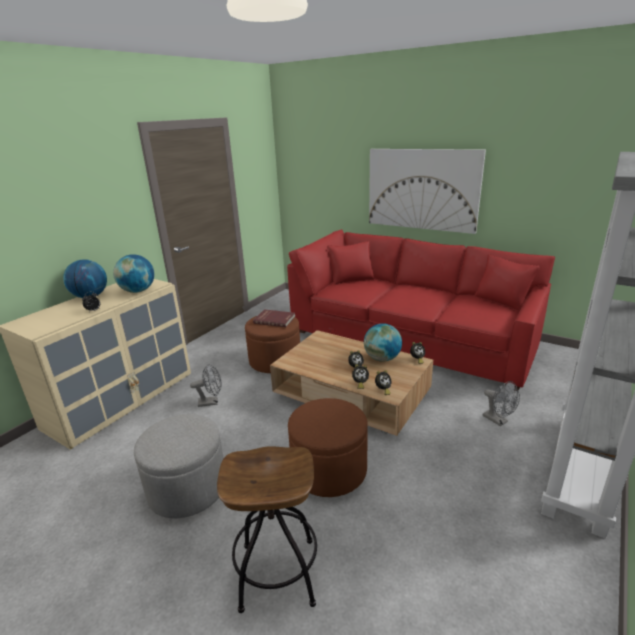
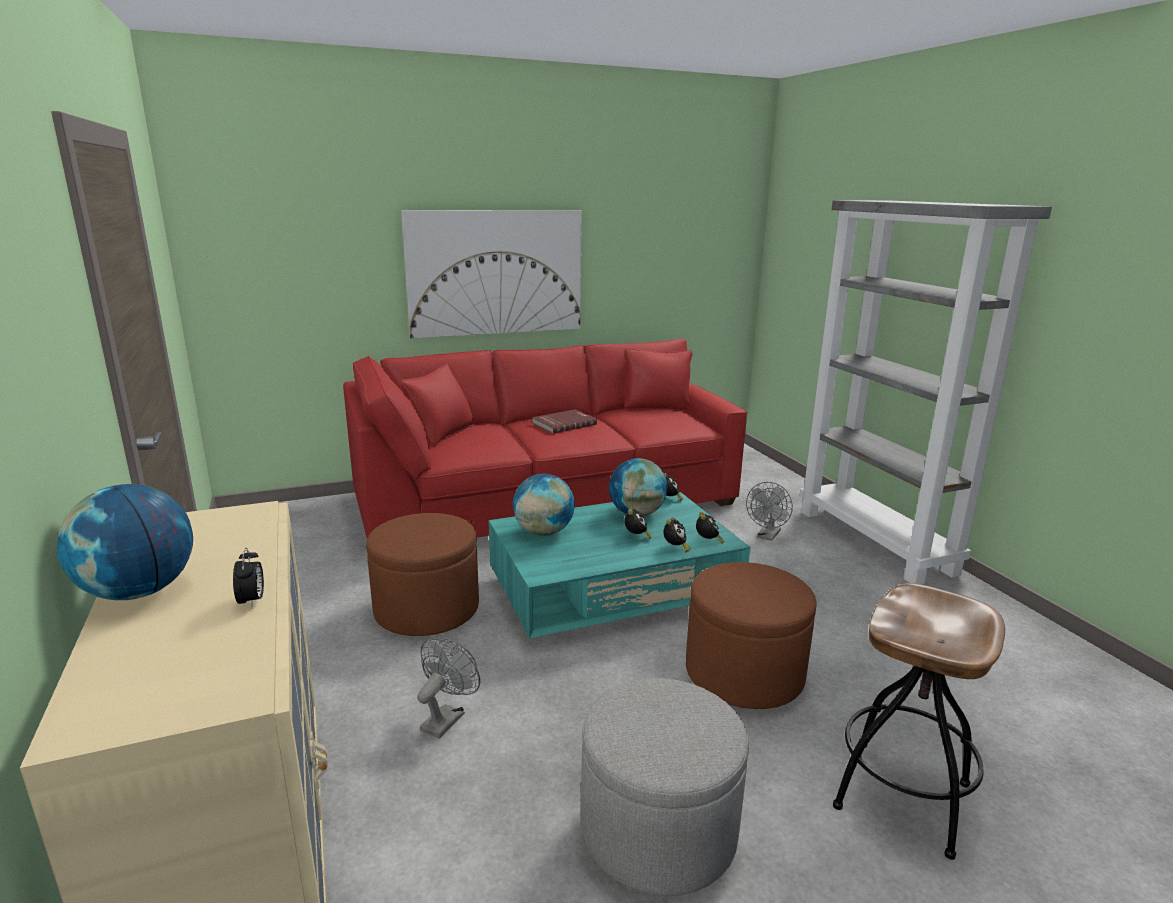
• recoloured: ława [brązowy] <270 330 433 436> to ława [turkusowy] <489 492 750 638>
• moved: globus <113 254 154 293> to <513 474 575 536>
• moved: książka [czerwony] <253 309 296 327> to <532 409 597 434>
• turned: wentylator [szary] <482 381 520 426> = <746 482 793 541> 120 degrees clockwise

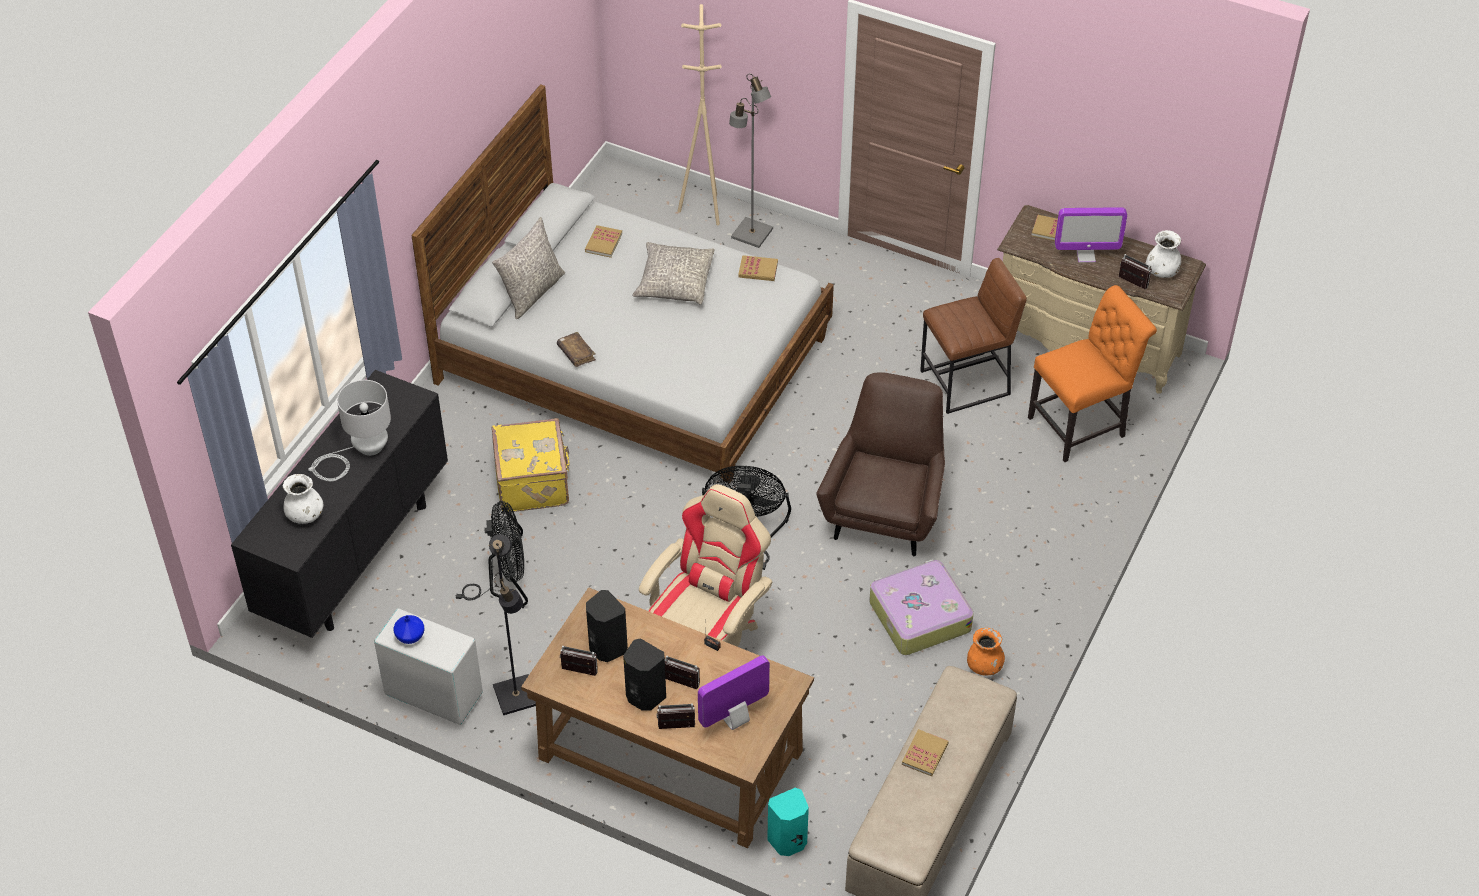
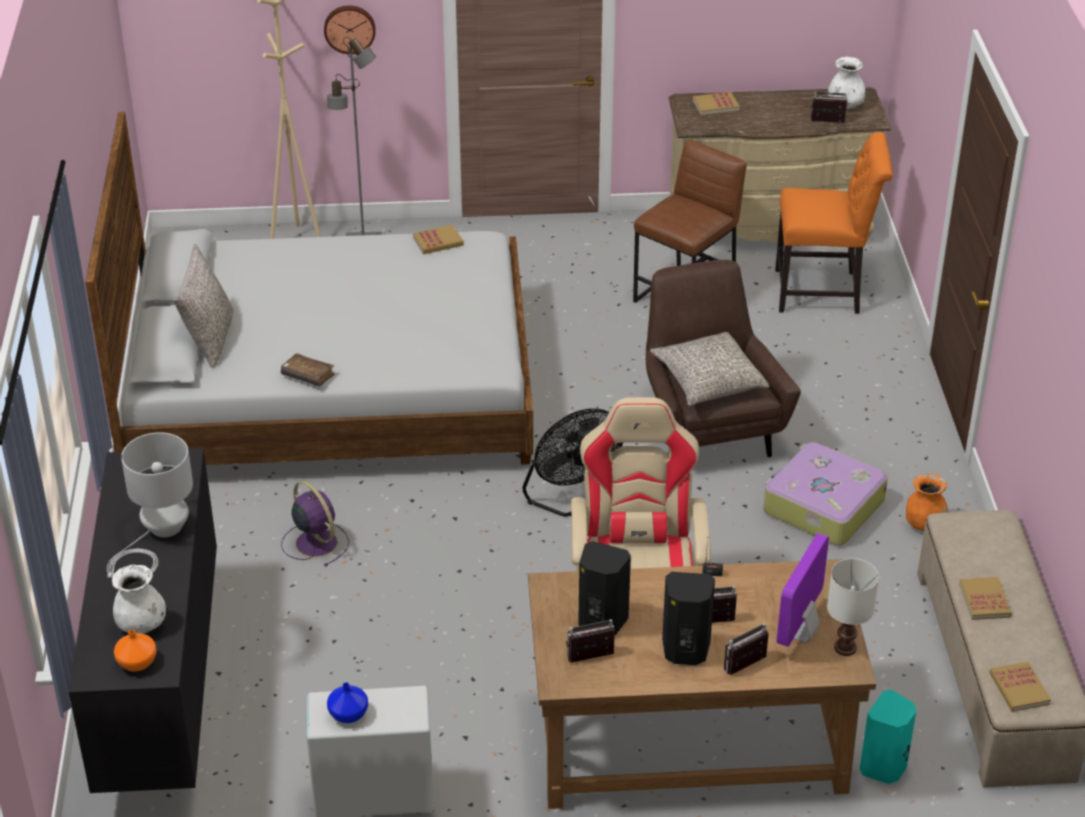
• added: wazon [pomarańczowy] <114 630 157 671>
• replaced: walizka [żółty] <492 418 570 513> to wentylator [fioletowy] <281 481 349 567>
• added: zegar ścienny <324 5 376 54>
• moved: poduszka [szary] <632 242 715 305> to <650 332 769 406>
• turned: krzesło [pomarańczowy] <1028 285 1157 462> = <775 132 893 314> 60 degrees clockwise
• added: lampa stołowa [biały] <827 558 879 656>
• moved: książka <585 225 622 258> to <989 662 1051 712>
• removed: wentylator [czarny] <455 501 528 608>
• removed: lampa stojąca [czarny] <488 534 536 715>
• removed: monitor <1055 208 1127 263>

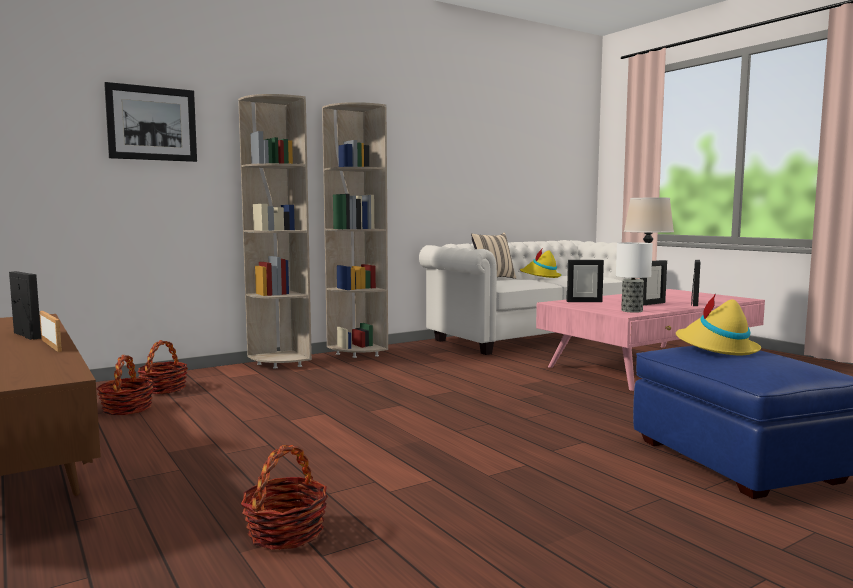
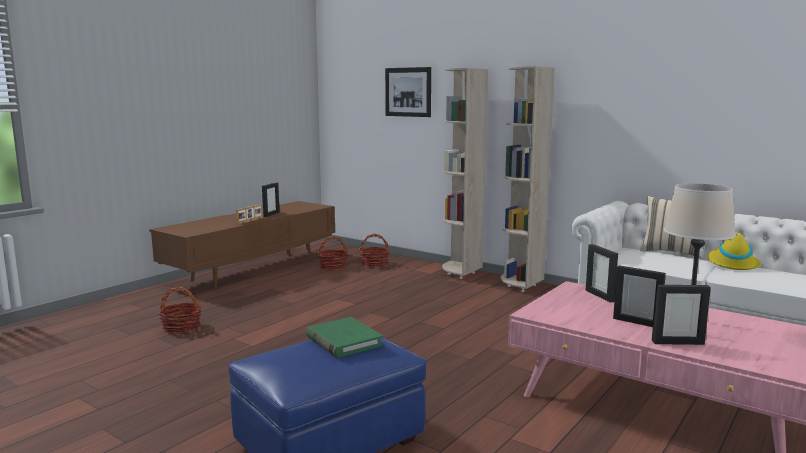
• replaced: kapelusz [żółty] <676 294 761 355> to książka [zielony] <306 317 383 358>
• removed: lampa stołowa <616 242 653 313>

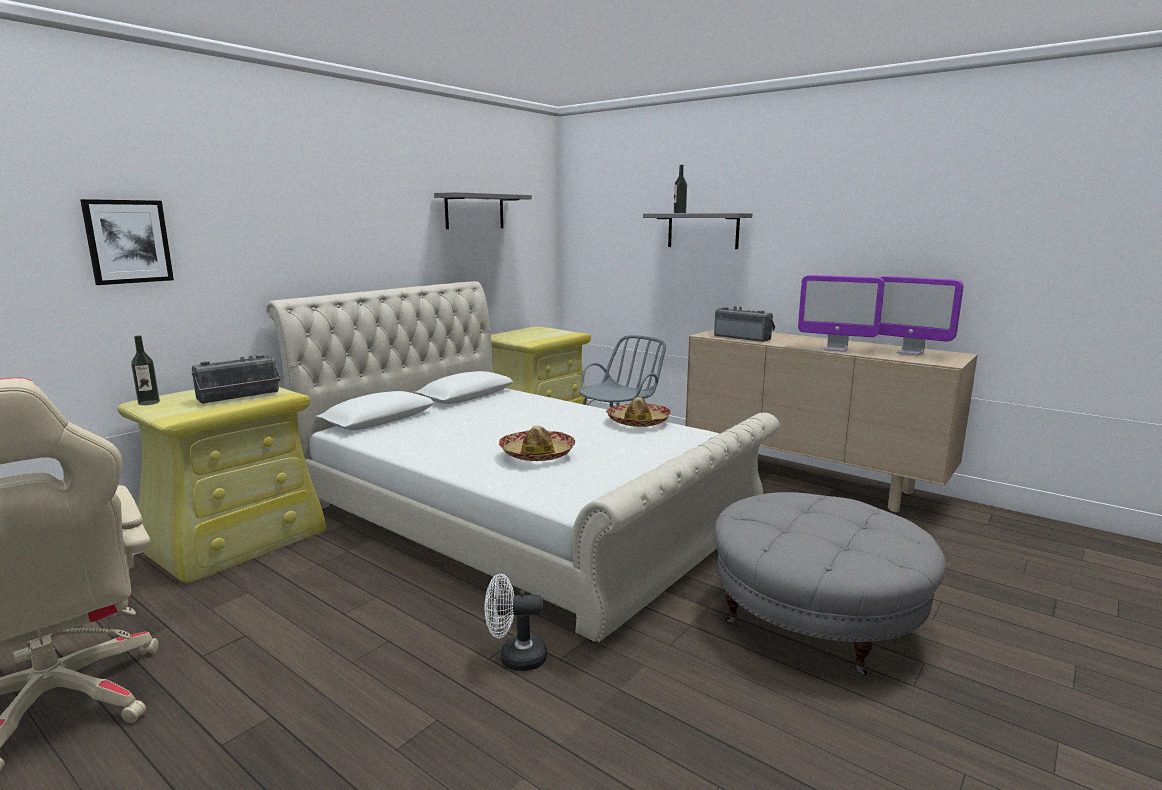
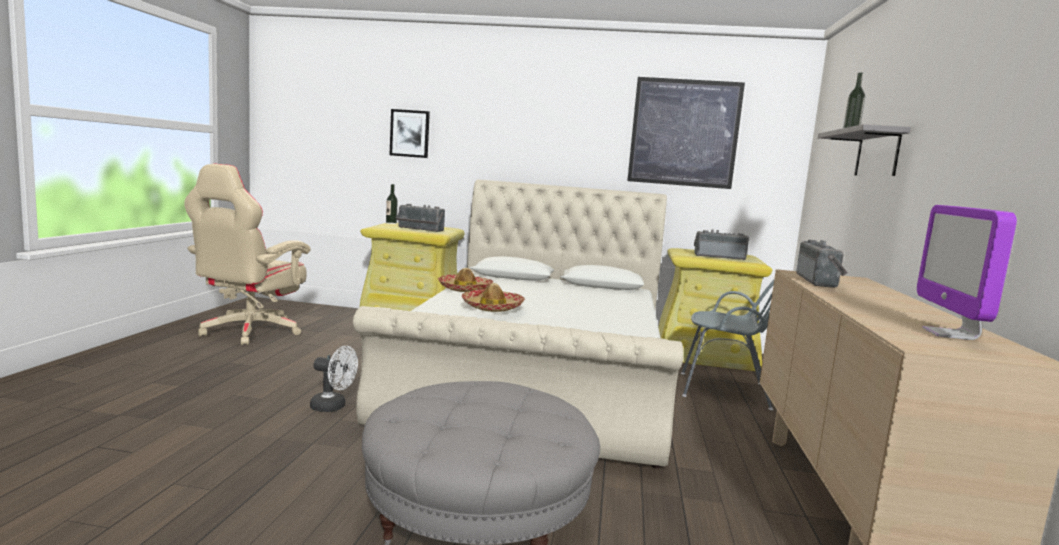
• turned: wentylator [biały] <485 574 547 671> = <310 346 358 412> 135 degrees clockwise
• moved: kapelusz <606 397 671 427> to <438 268 493 292>
• replaced: półka [szary] <434 192 532 229> to obraz <627 77 745 189>
• added: radio <694 230 749 260>
• removed: monitor <798 275 885 352>

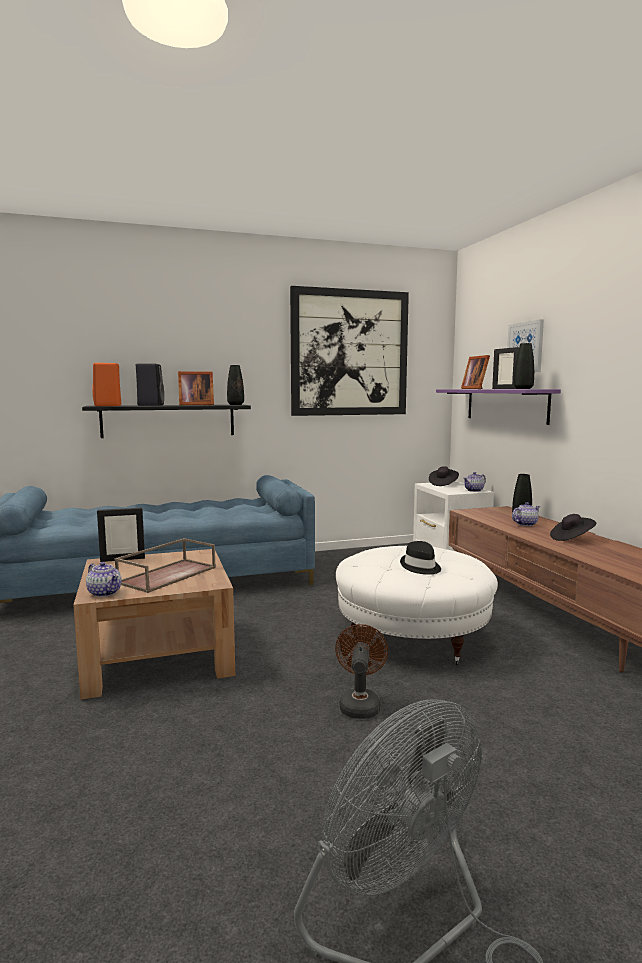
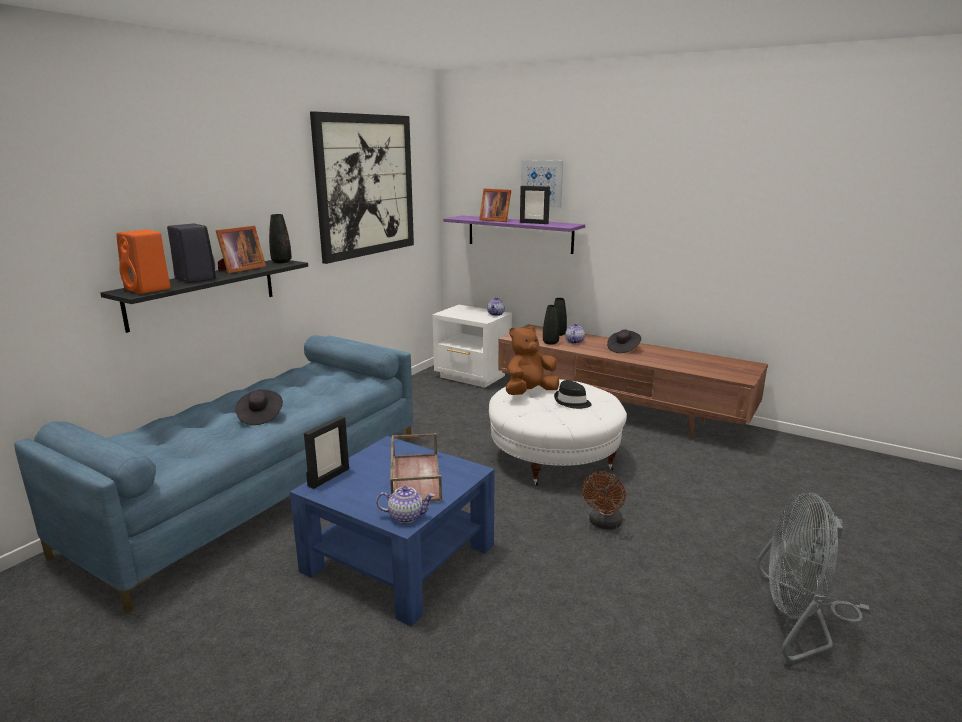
• moved: kapelusz [czarny] <429 466 459 486> to <236 389 283 425>
• recoloured: ława [brązowy] <73 549 235 700> to ława [niebieski] <290 436 495 626>
• added: pluszak [brązowy] <506 326 559 395>
• moved: wazon [czarny] <514 343 534 389> to <543 305 559 345>
• turned: wentylator [brązowy] <335 624 388 719> = <582 471 626 530> 120 degrees counterclockwise

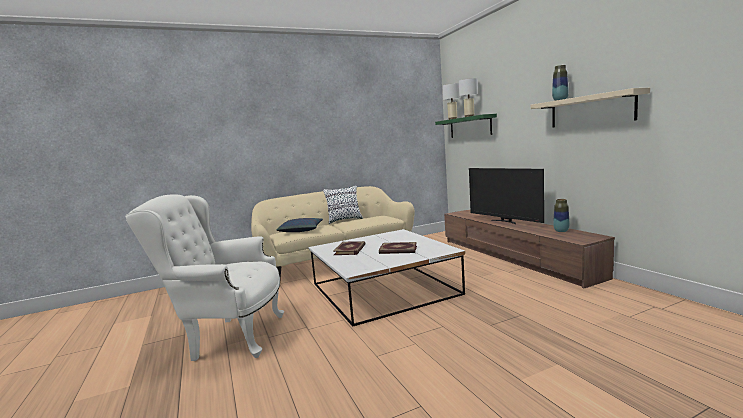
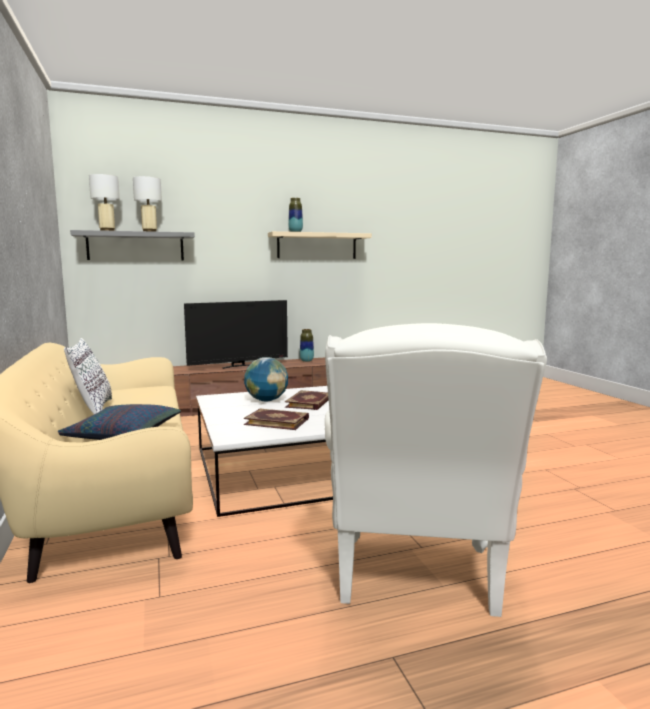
• recoloured: półka [zielony] <435 114 497 138> to półka [szary] <70 230 195 260>
• added: globus <244 357 288 402>

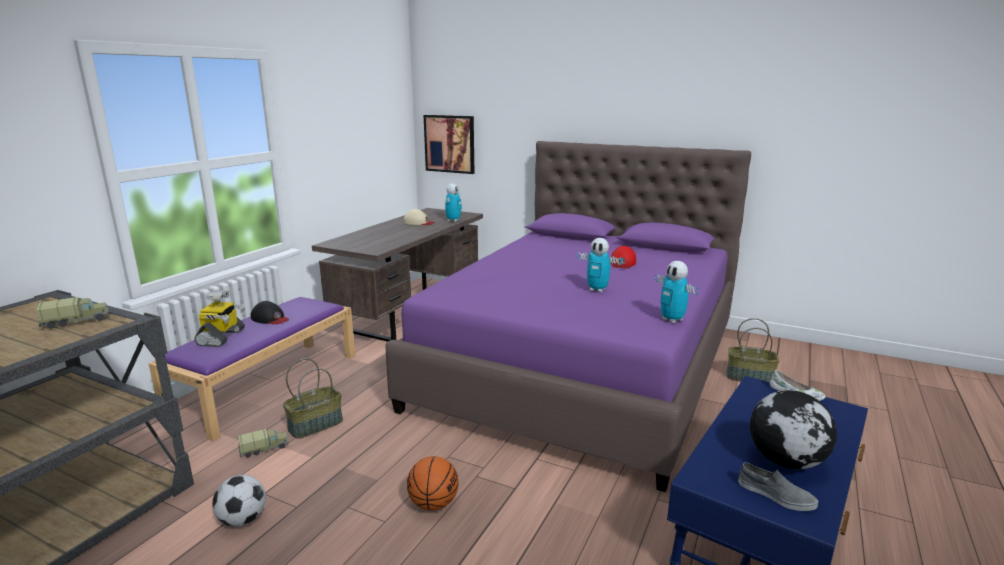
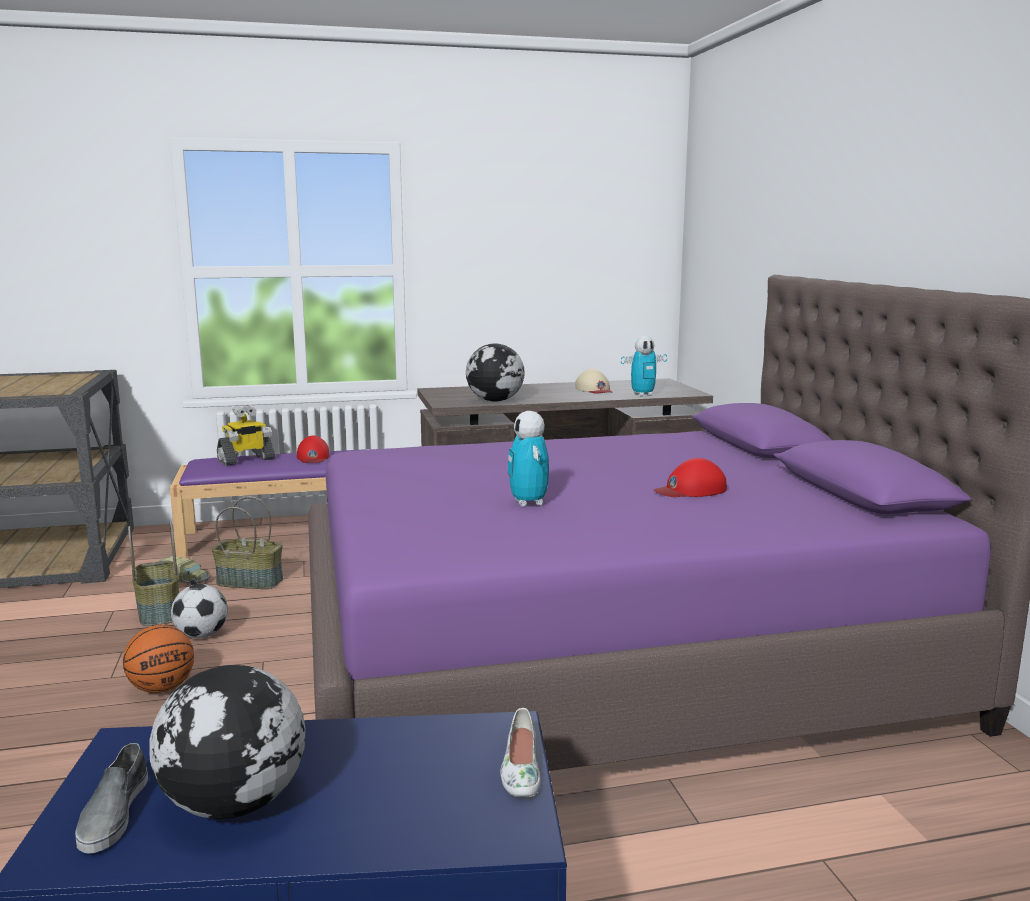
• moved: koszyk <726 318 780 382> to <128 521 179 626>
• moved: piłka futbolowa <212 475 266 527> to <171 584 228 638>
• recoloured: czapka z daszkiem [czarny] <251 301 289 324> to czapka z daszkiem [czerwony] <297 436 330 463>
• added: globus <466 343 525 402>
• removed: ciężarówka zabawkowa <37 297 109 329>
• removed: obraz <424 115 475 174>
• removed: robot zabawkowy <655 261 699 323>

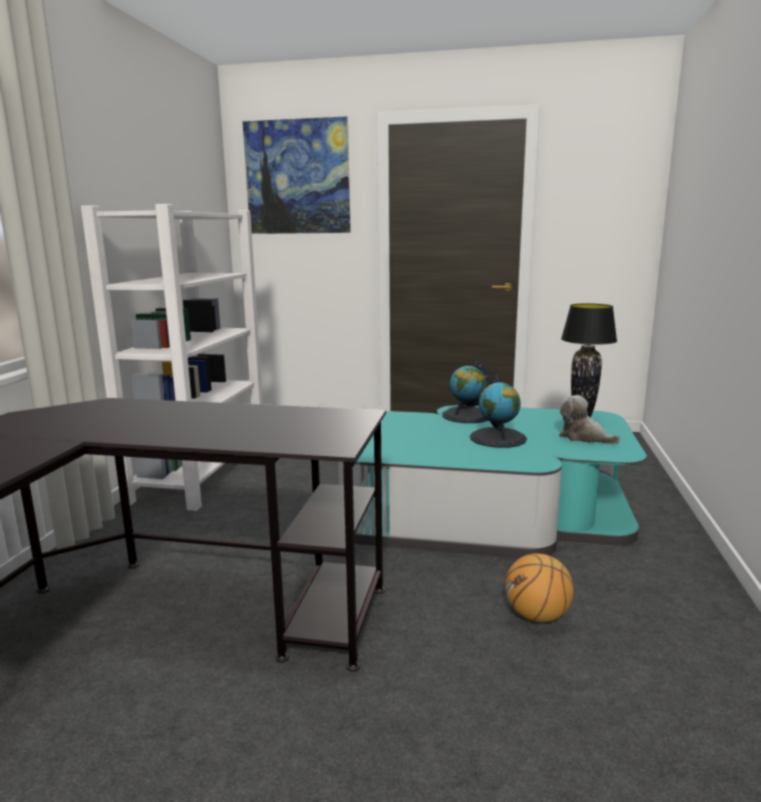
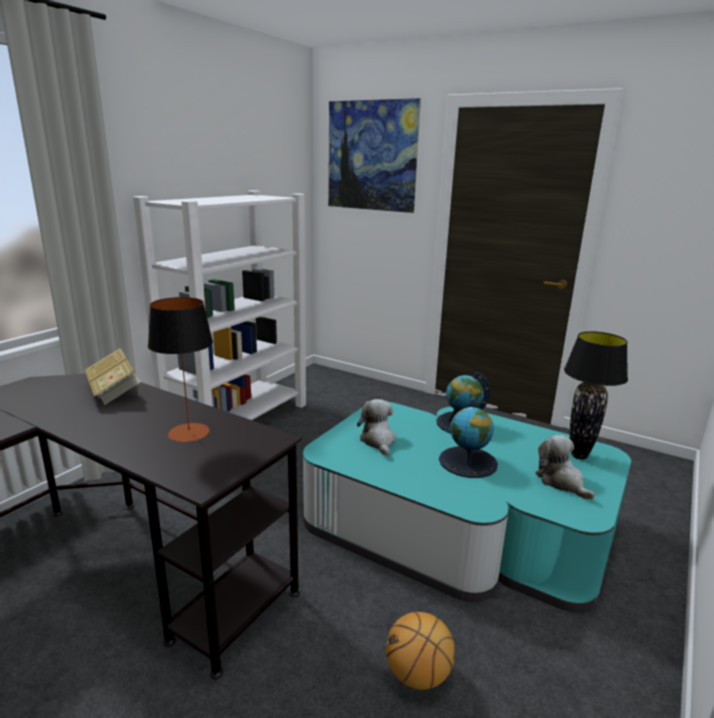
• added: książka <85 348 140 405>
• added: lampa stołowa <148 297 213 442>
• added: pluszak <357 399 396 456>

